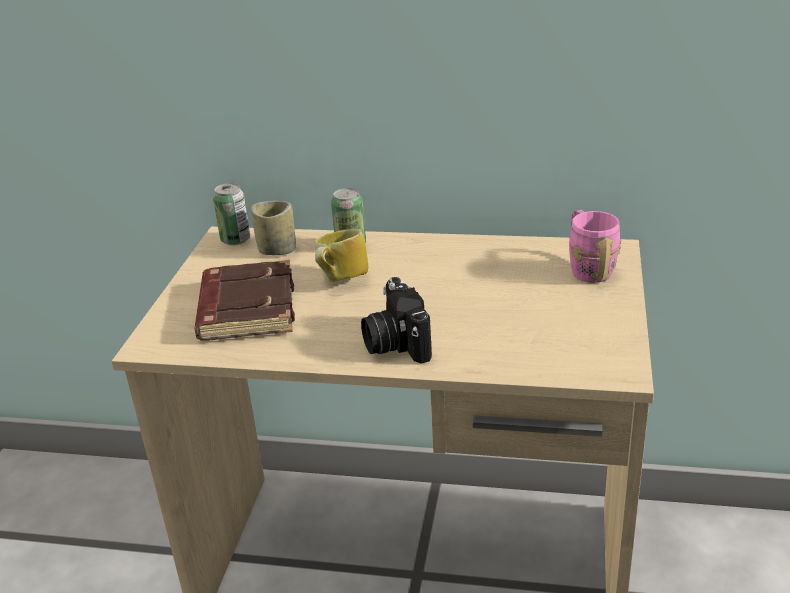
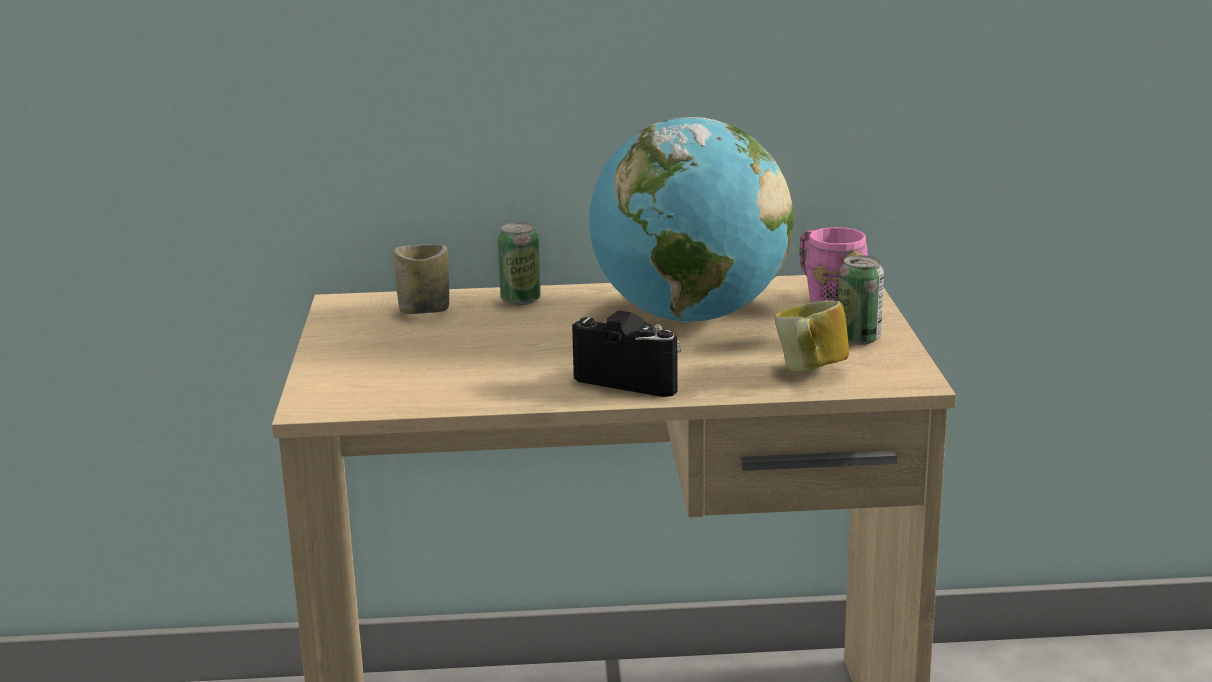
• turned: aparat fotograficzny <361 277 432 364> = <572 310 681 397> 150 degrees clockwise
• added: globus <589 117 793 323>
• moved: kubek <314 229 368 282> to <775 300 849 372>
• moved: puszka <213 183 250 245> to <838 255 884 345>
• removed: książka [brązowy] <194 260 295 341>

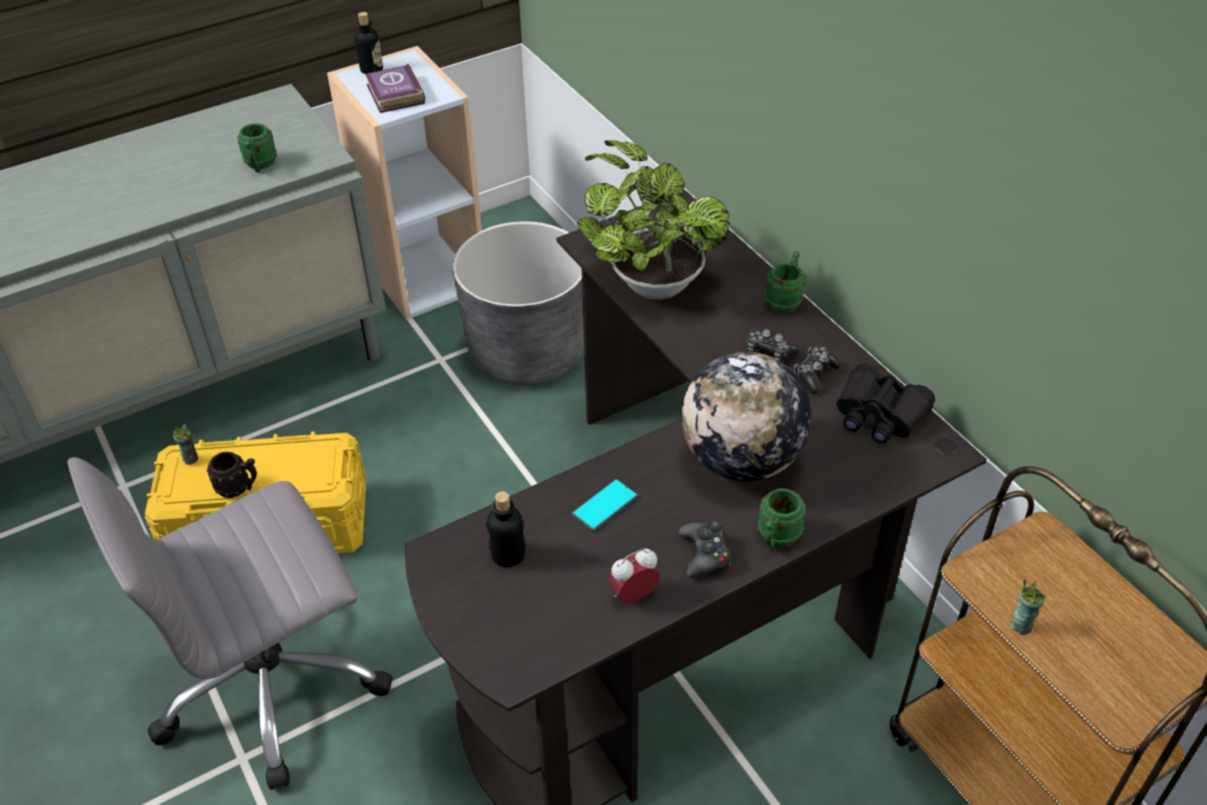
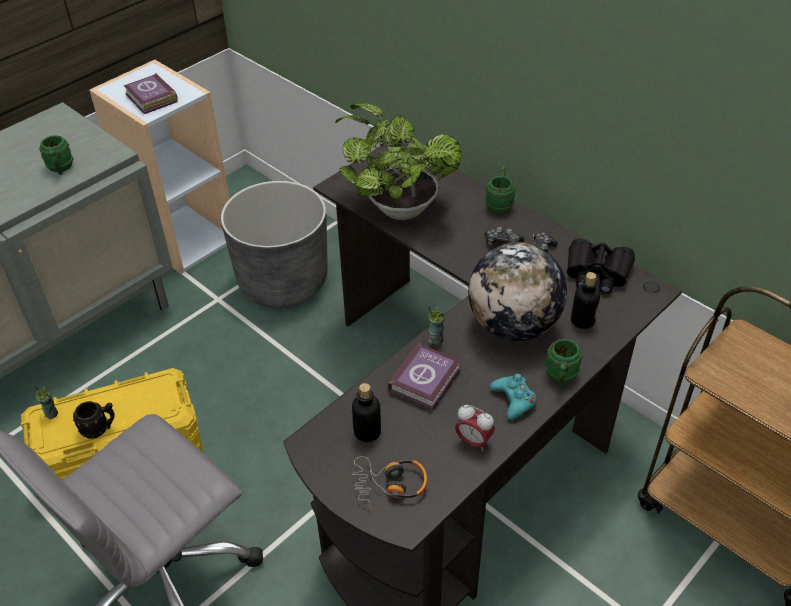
• added: słuchawki <352 456 427 509>
• replaced: telefon <571 479 638 532> to książka <388 342 460 411>
• moved: filiżanka <1010 579 1046 635> to <428 306 445 345>
• turned: budzik <608 549 660 602> = <455 405 495 452> 105 degrees counterclockwise
• recoloured: pad do gier [czarny] <679 521 731 578> to pad do gier [turkusowy] <490 374 536 420>
• moved: butelka <355 12 383 74> to <571 272 600 329>

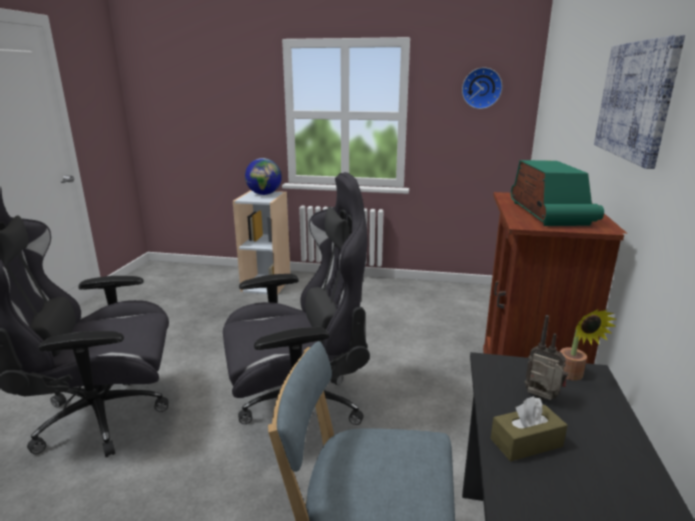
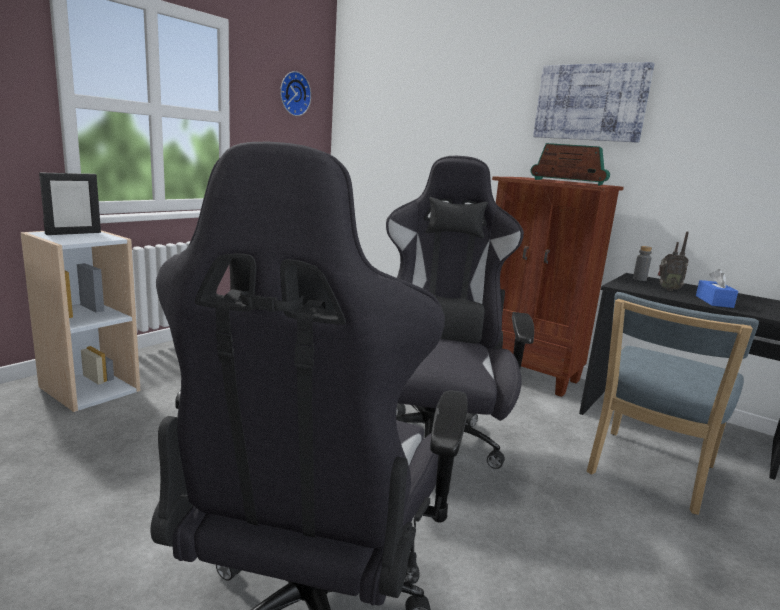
• replaced: globus <245 158 282 195> to ramka na zdjęcie <39 172 101 235>
• replaced: roślina doniczkowa <560 309 617 380> to butelka [szary] <633 246 652 281>
• turned: radio <524 315 568 400> = <658 231 689 291> 135 degrees counterclockwise
• recoloured: pudełko chusteczek [brązowy] <491 396 568 461> to pudełko chusteczek [niebieski] <696 269 738 308>

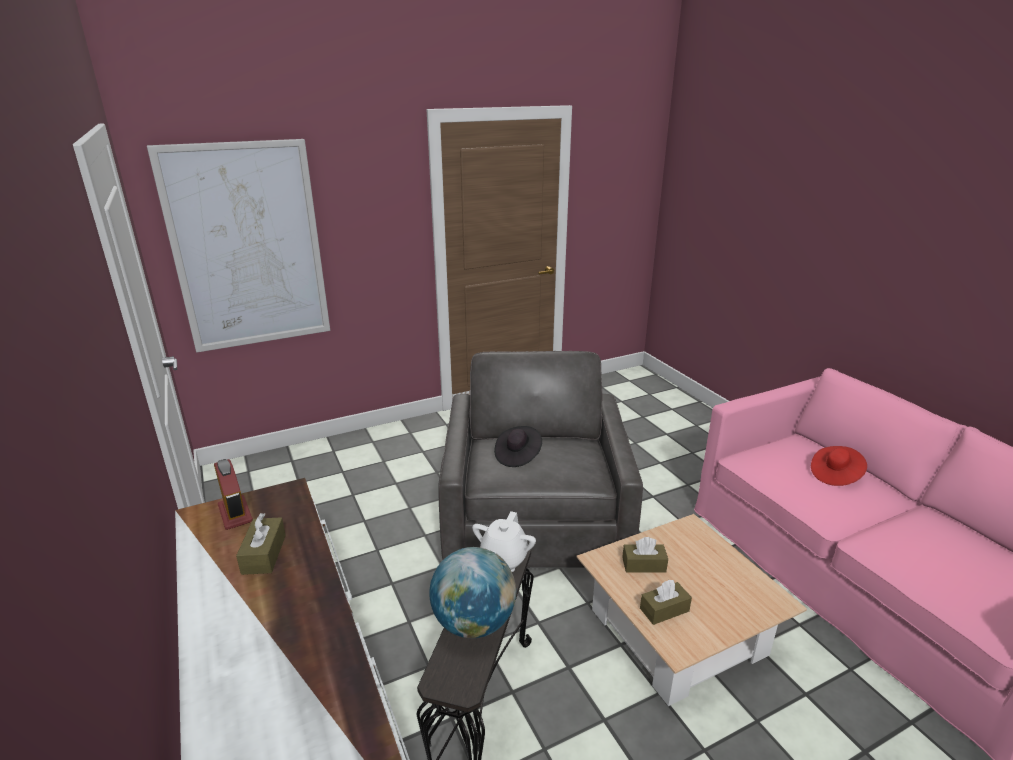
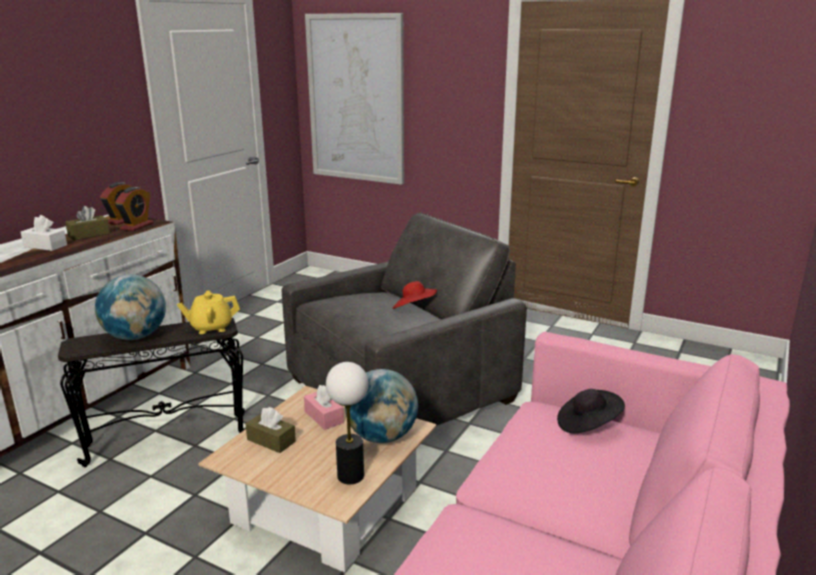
• added: pudełko chusteczek [biały] <21 215 67 251>
• added: budzik <115 187 154 231>
• recoloured: imbryk [biały] <472 511 536 572> to imbryk [żółty] <177 291 240 334>
• recoloured: pudełko chusteczek [brązowy] <622 537 668 573> to pudełko chusteczek [różowy] <304 385 344 430>
• added: lampa stołowa <326 362 368 484>
• added: globus <345 369 418 443>
• moved: kapelusz [czerwony] <811 446 867 486> to <393 281 437 309>
• moved: kapelusz [czarny] <494 426 542 467> to <557 389 625 433>

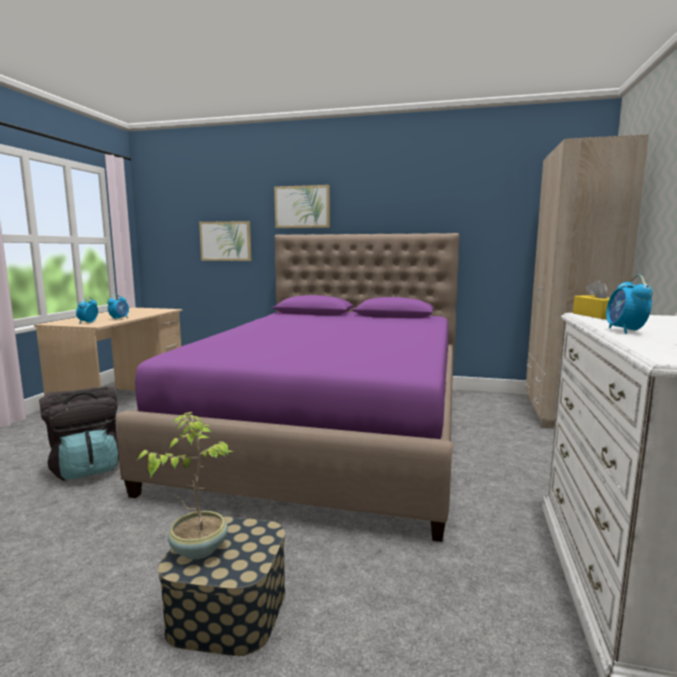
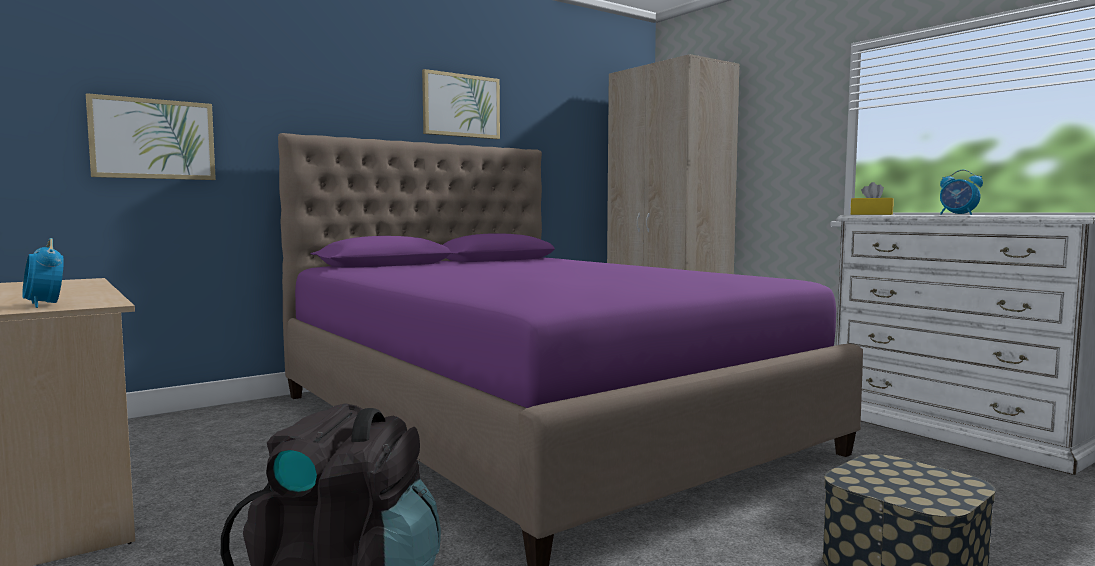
• moved: obraz <274 185 330 228> to <422 69 500 139>
• removed: budzik <107 294 129 320>
• removed: roślina doniczkowa <137 412 233 559>

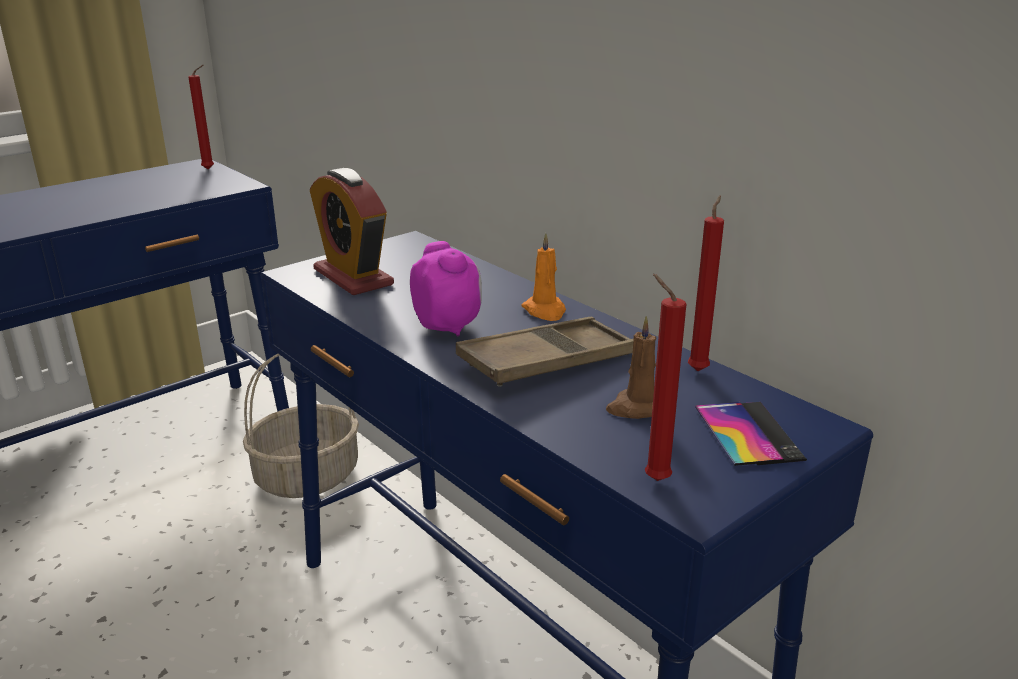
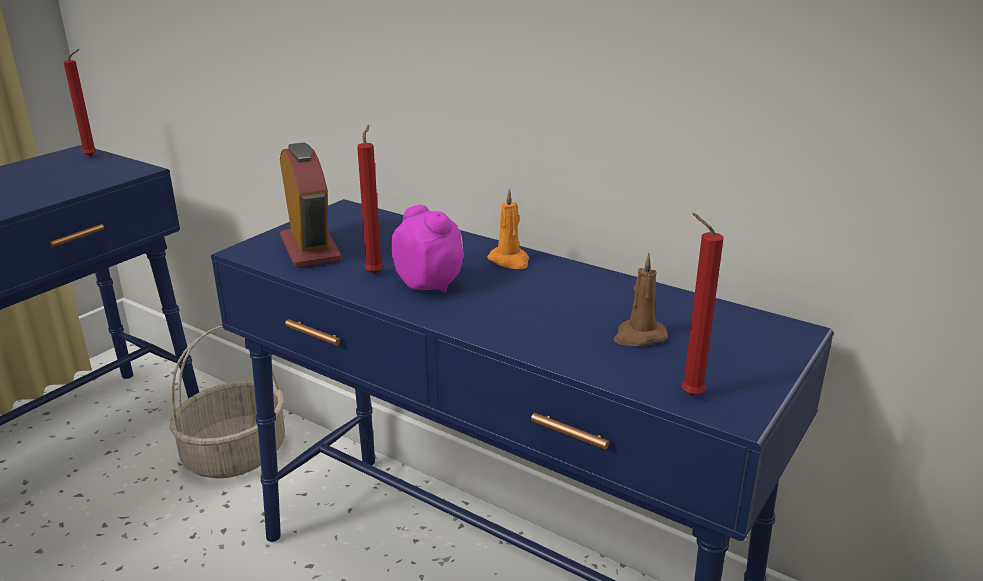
• turned: budzik <310 168 394 295> = <280 143 342 268> 150 degrees counterclockwise
• moved: świeca [czerwony] <688 195 724 371> to <357 125 383 274>
• removed: taca [brązowy] <456 317 634 387>
• removed: telefon <695 402 807 466>

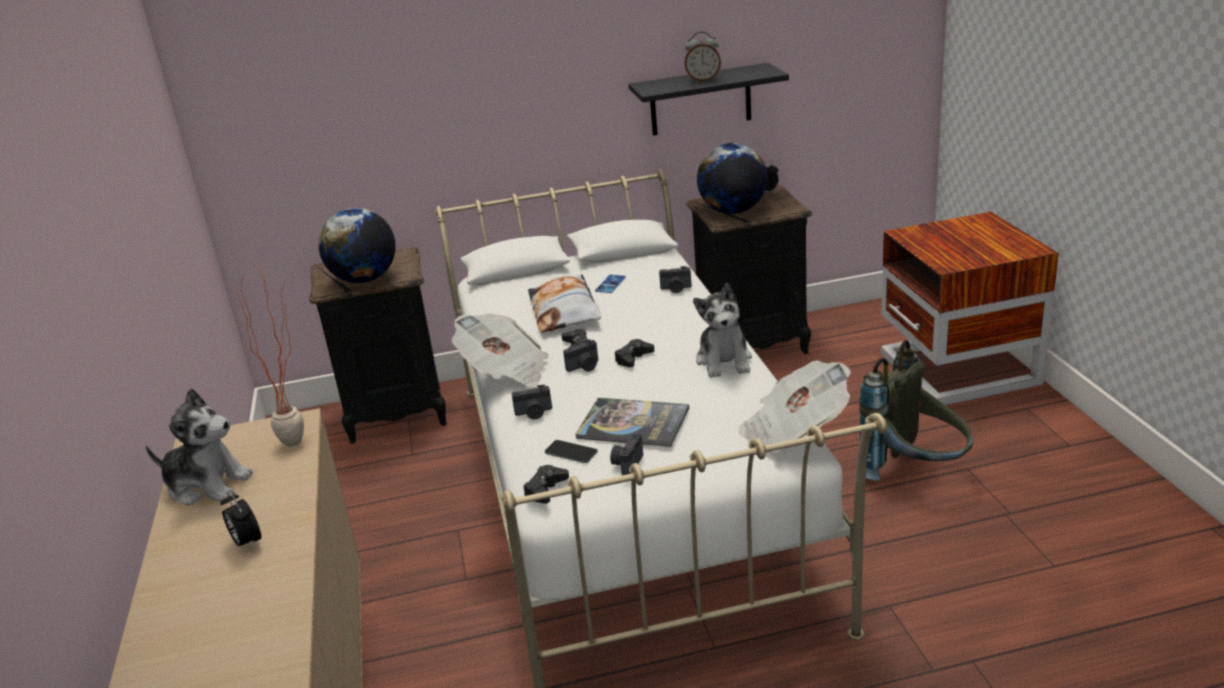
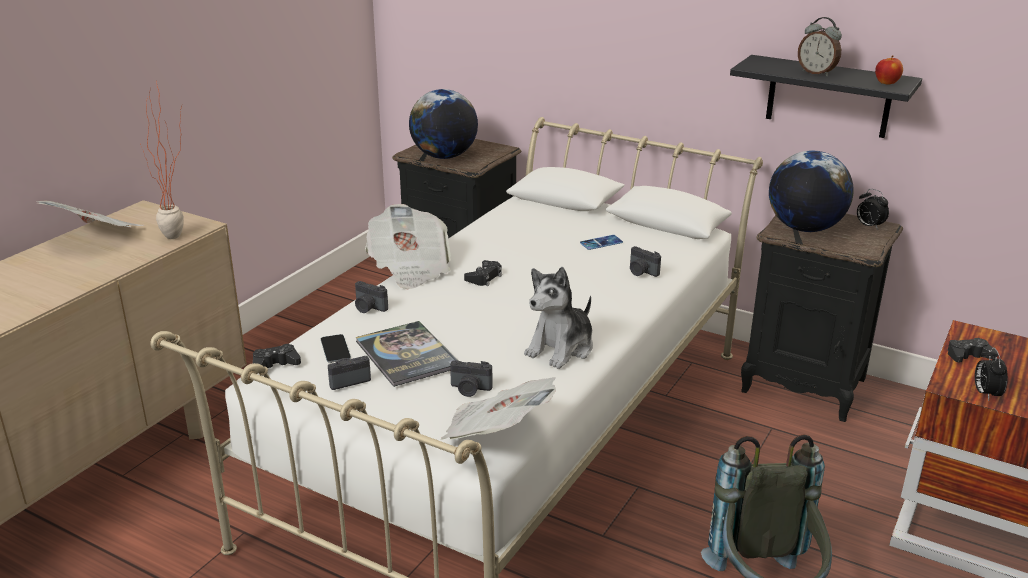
• replaced: pluszak <146 388 253 505> to gazeta <36 201 144 227>
• moved: aparat fotograficzny <563 339 598 372> to <450 360 493 397>
• added: jabłko <875 55 903 85>
• moved: pad do gier [czarny] <615 339 654 367> to <948 338 998 362>
• moved: budzik <221 491 261 551> to <975 347 1008 401>
• removed: poduszka <528 274 601 333>

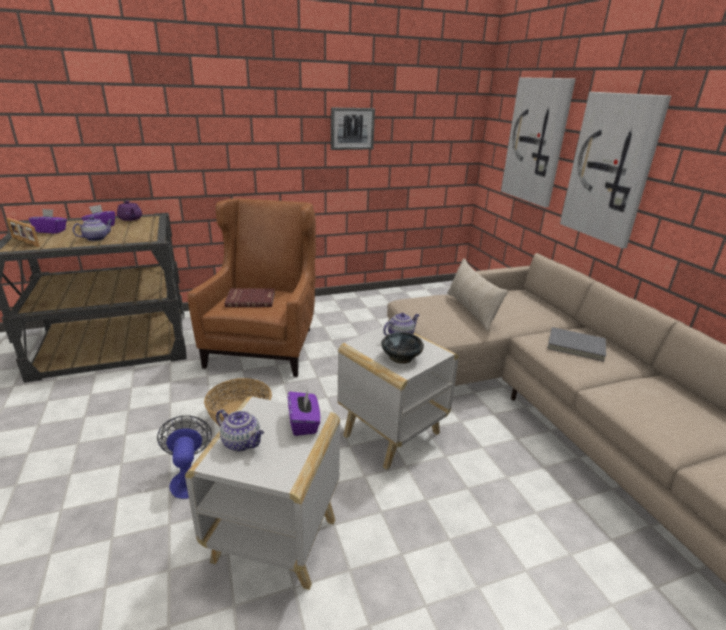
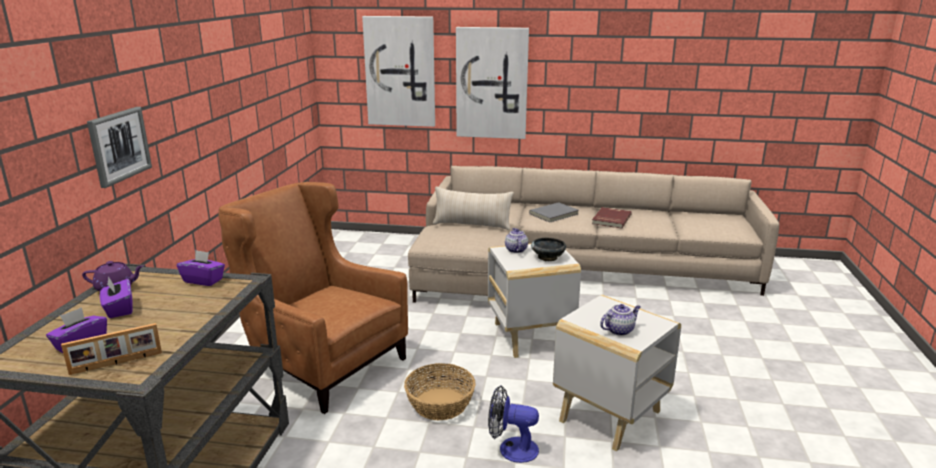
• moved: obraz <331 108 375 150> to <87 107 152 188>
• moved: pudełko chusteczek [fioletowy] <288 390 320 436> to <177 250 225 286>
• moved: książka [czerwony] <225 288 275 307> to <592 207 632 229>
• removed: imbryk <73 217 112 241>

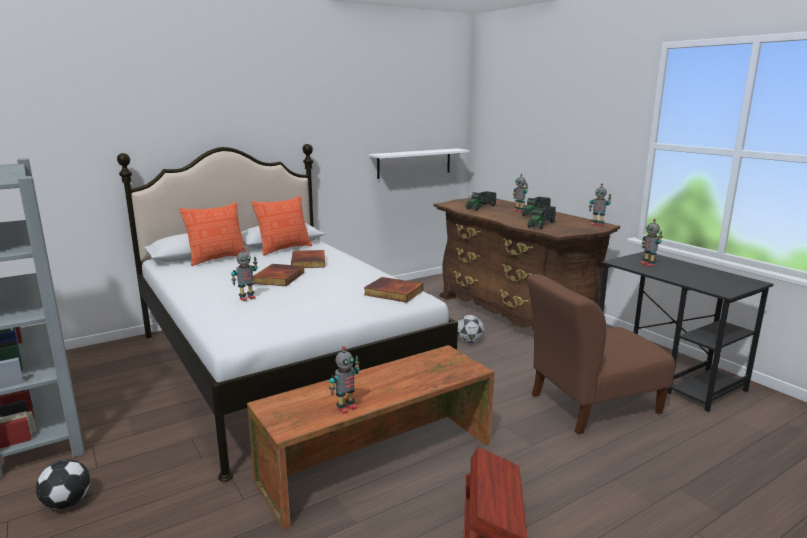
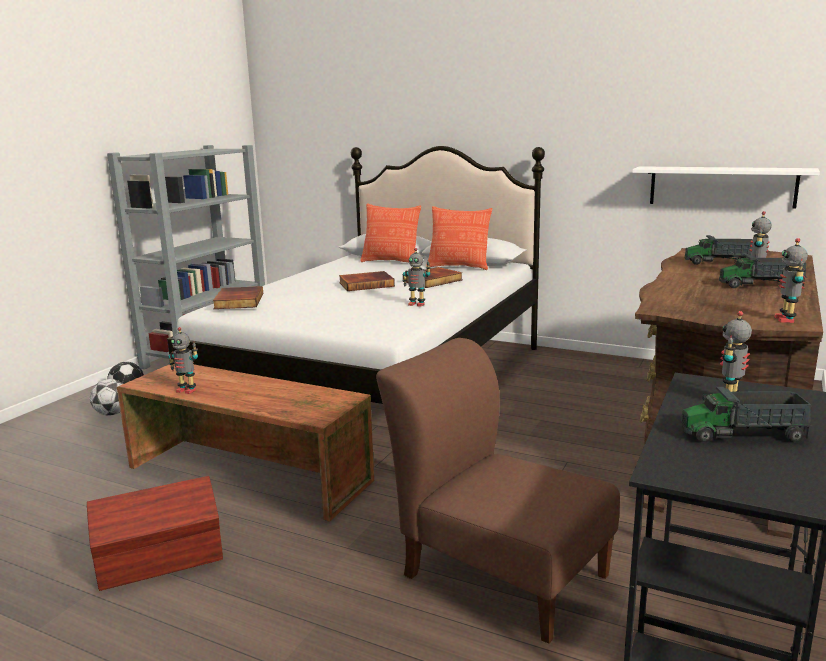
• moved: piłka futbolowa <458 315 484 343> to <90 379 123 416>
• moved: książka <364 277 423 303> to <213 286 263 309>
• moved: robot zabawkowy <231 247 258 301> to <403 248 431 307>
• moved: ciężarówka zabawkowa <528 206 556 229> to <680 387 812 443>

